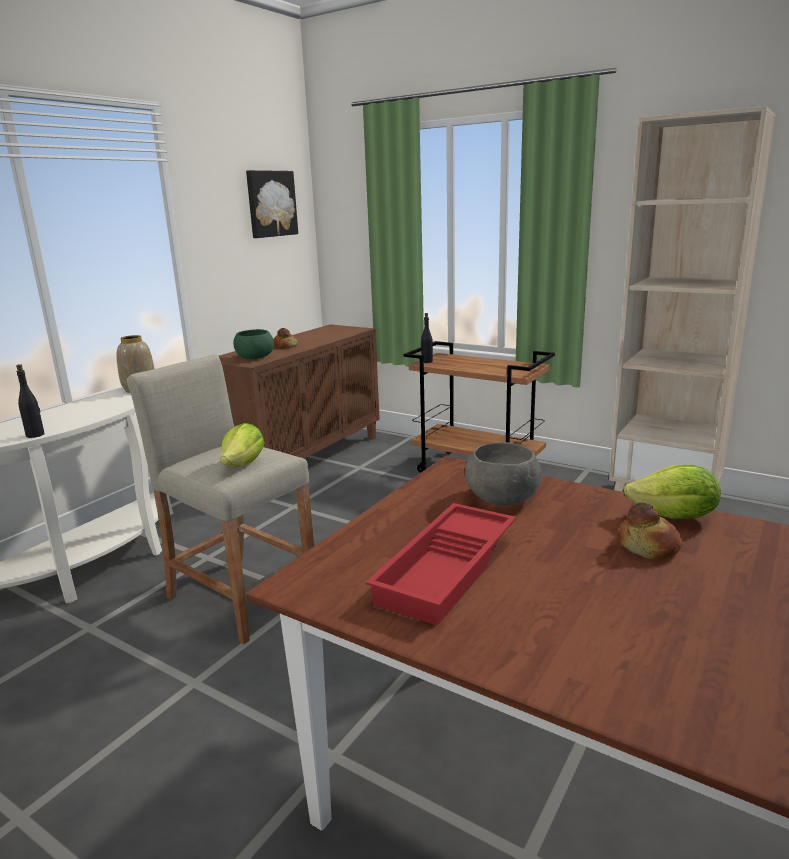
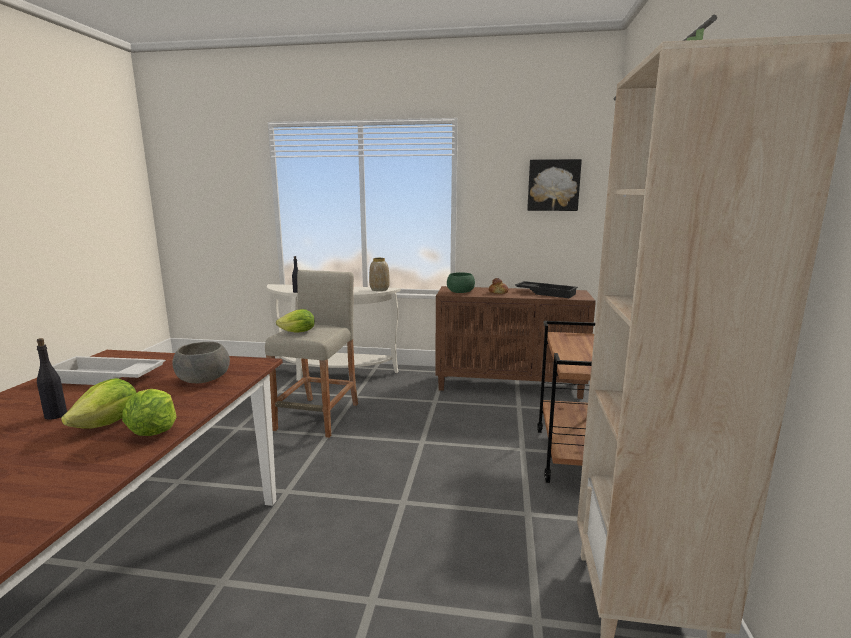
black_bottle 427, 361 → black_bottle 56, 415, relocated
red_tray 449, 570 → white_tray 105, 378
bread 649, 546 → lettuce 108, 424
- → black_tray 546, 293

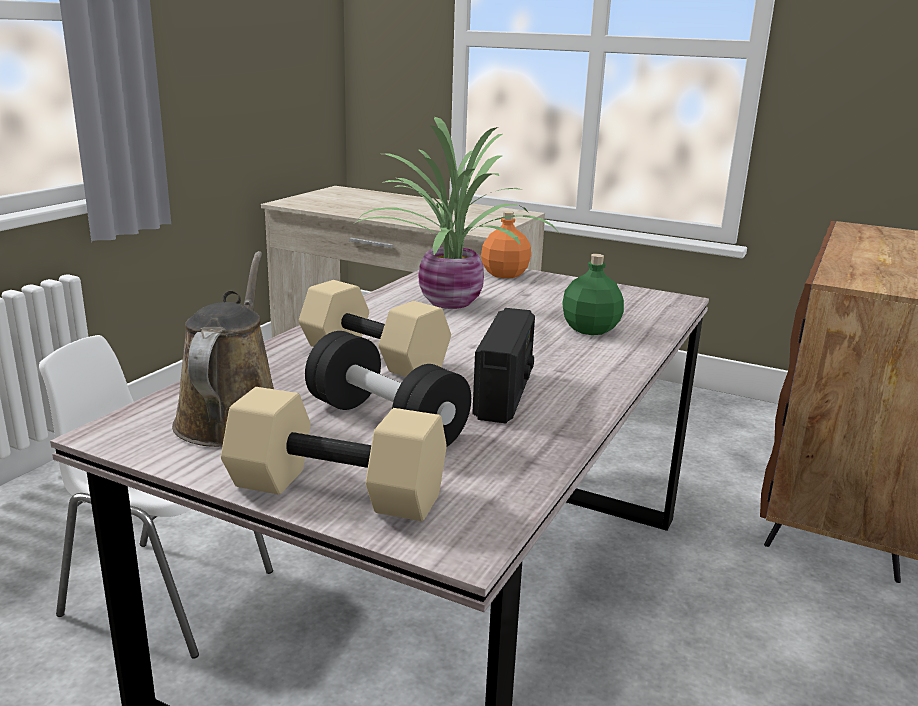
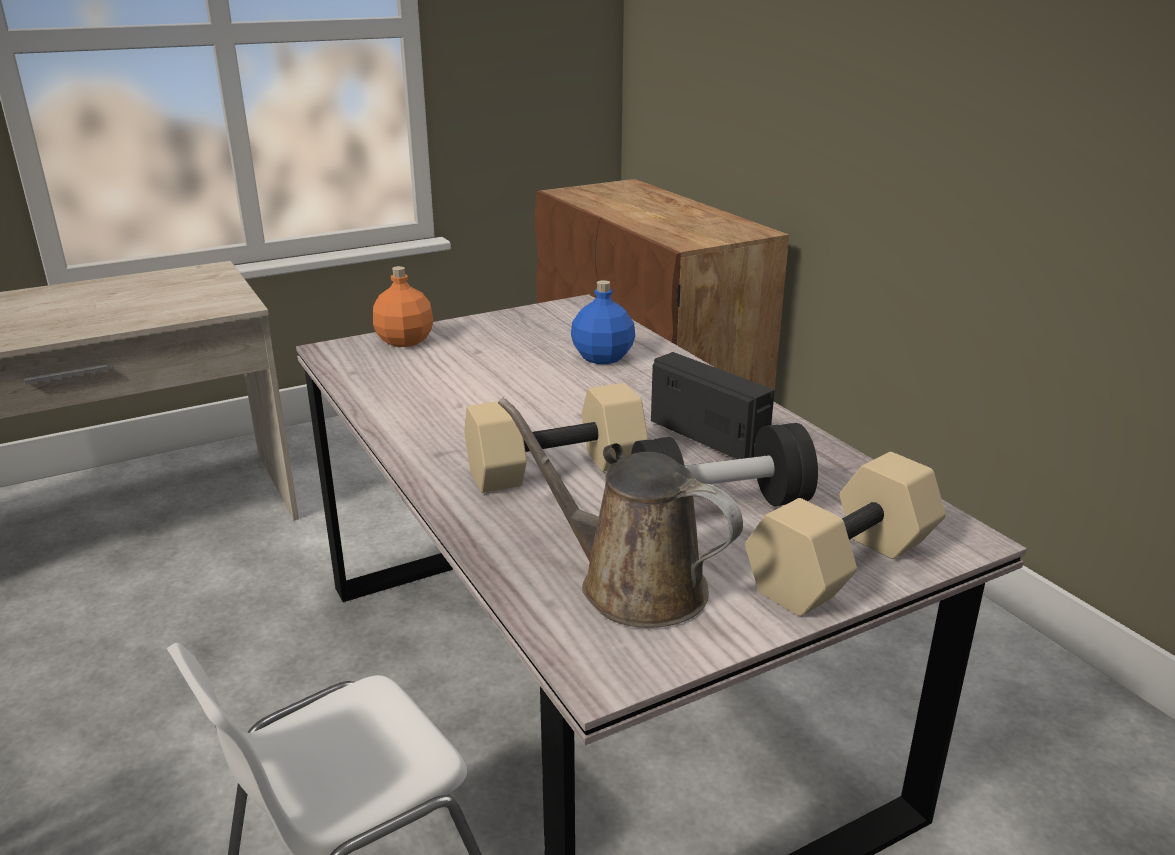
potted_plant 448, 303 → -
green_bottle 589, 329 → blue_bottle 601, 358

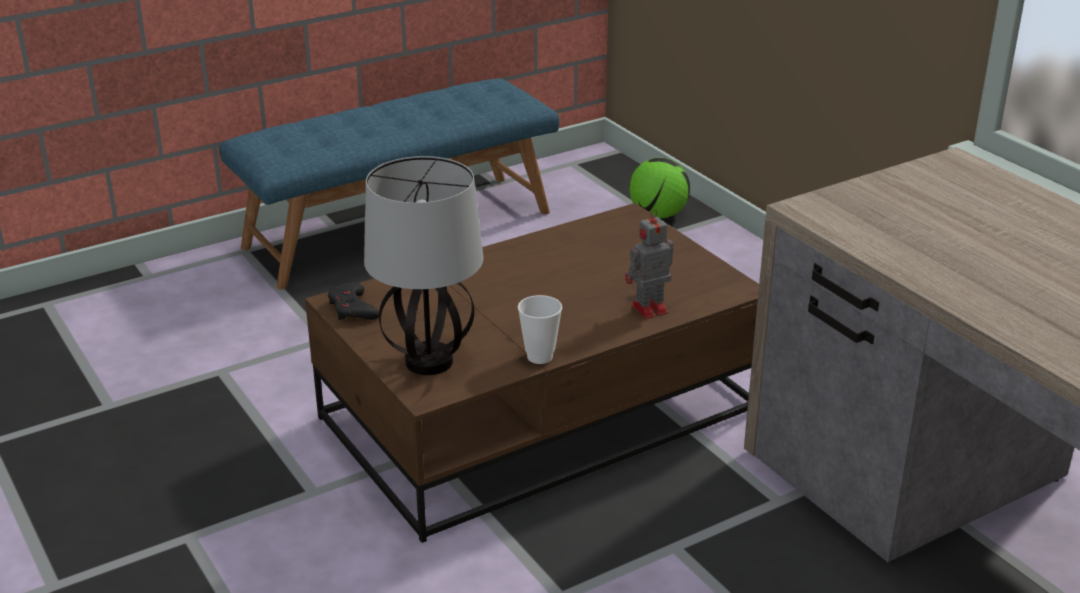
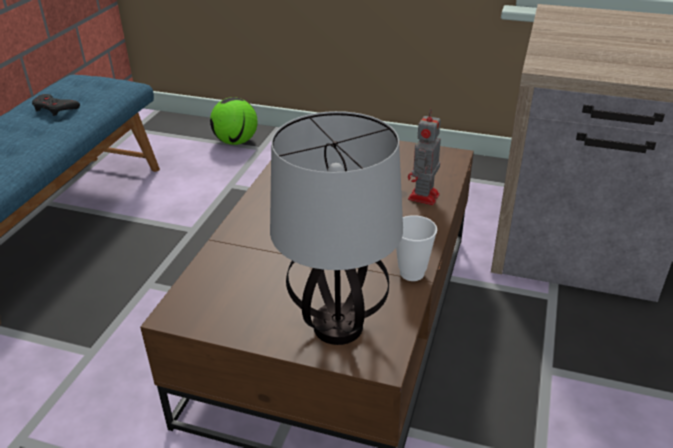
black_game_controller 352, 308 → black_game_controller 55, 108, relocated

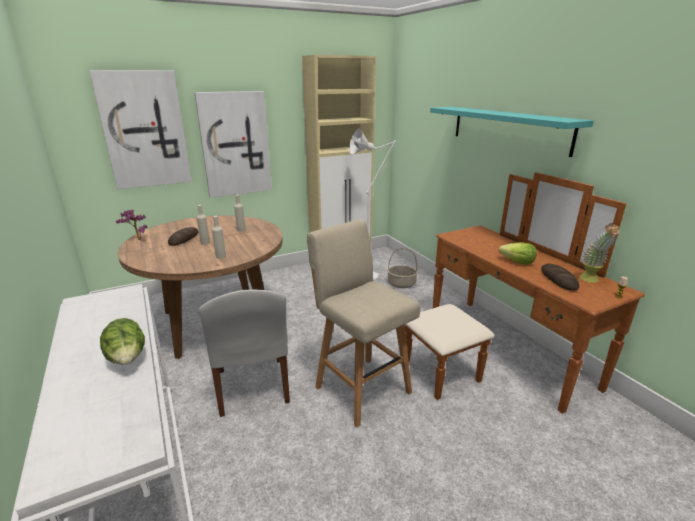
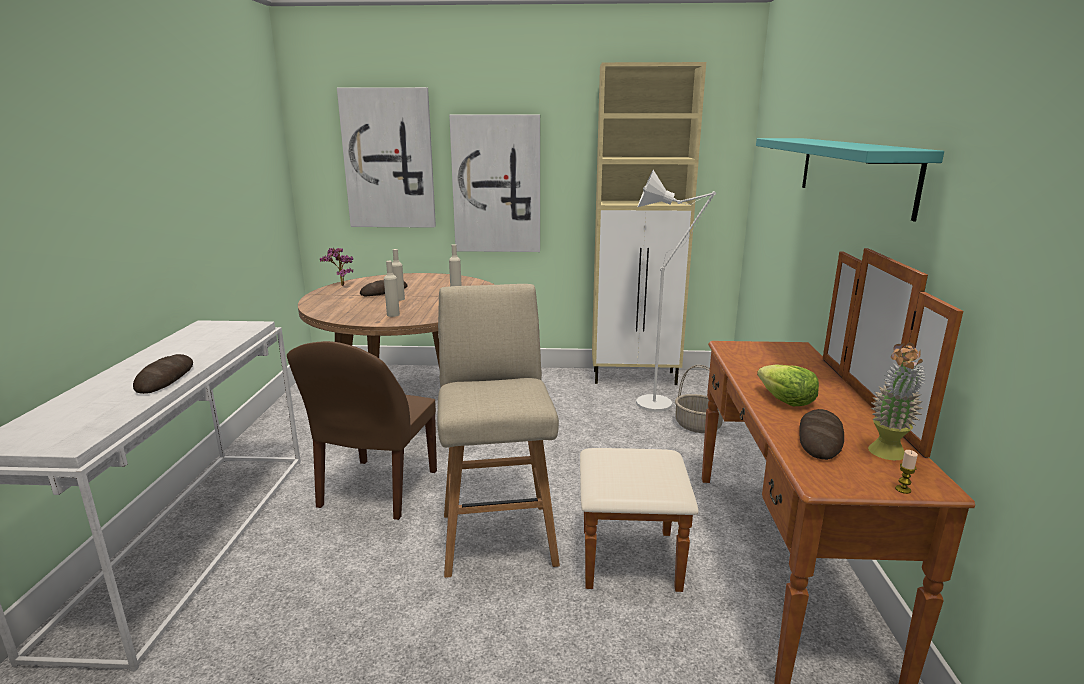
white_chair 252, 388 → brown_chair 377, 490
lettuce 128, 359 → bread 165, 378

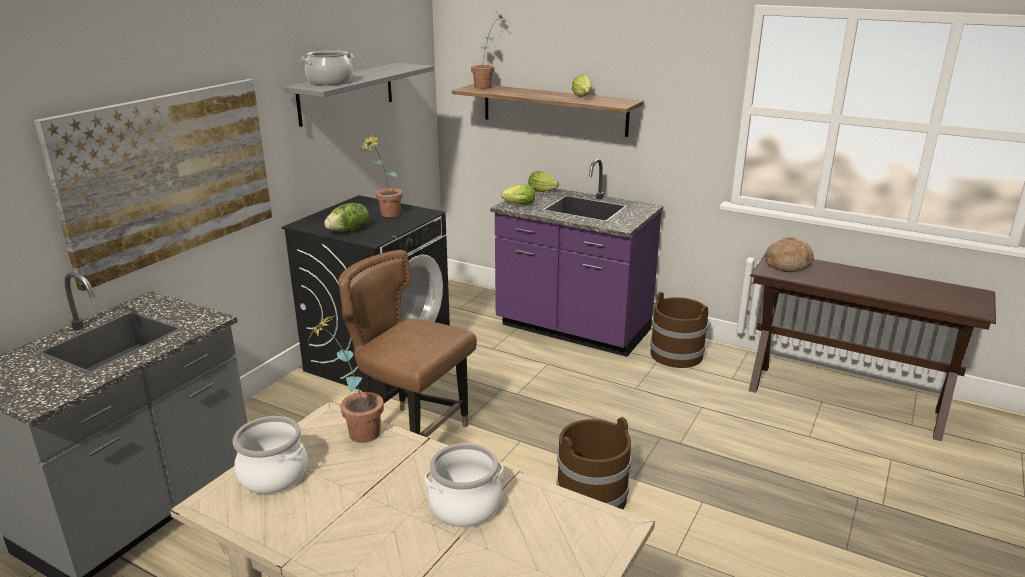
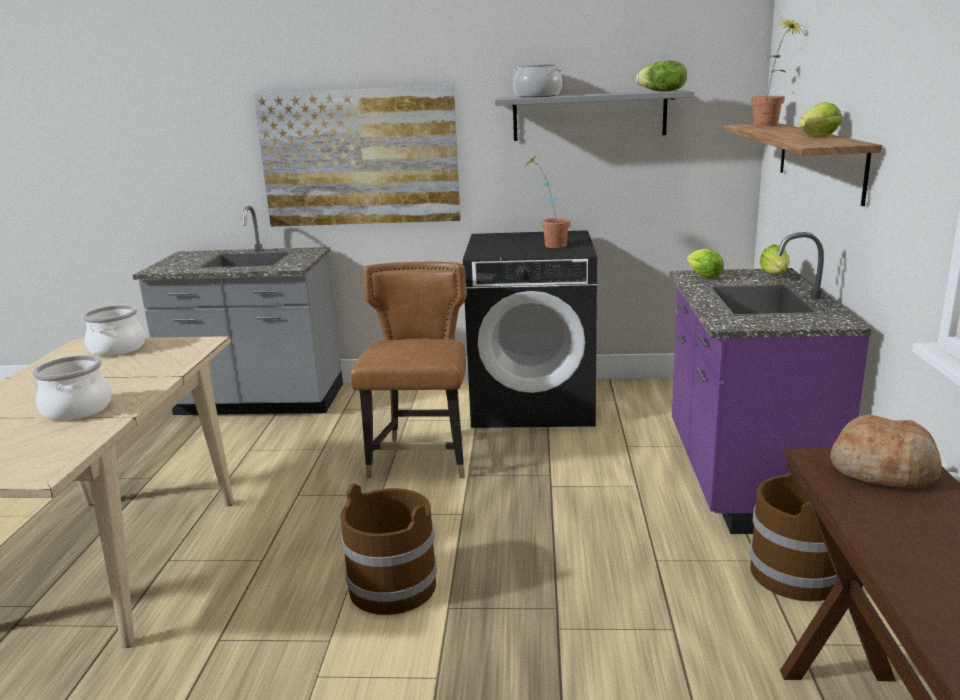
lettuce 349, 230 → lettuce 662, 91, relocated
potted_plant 354, 433 → -

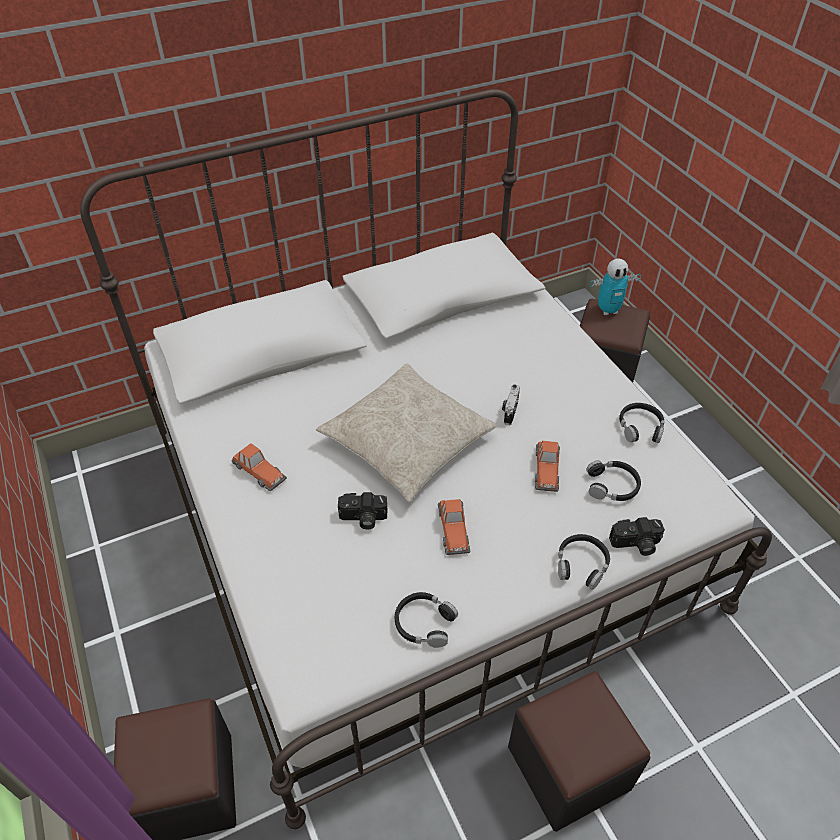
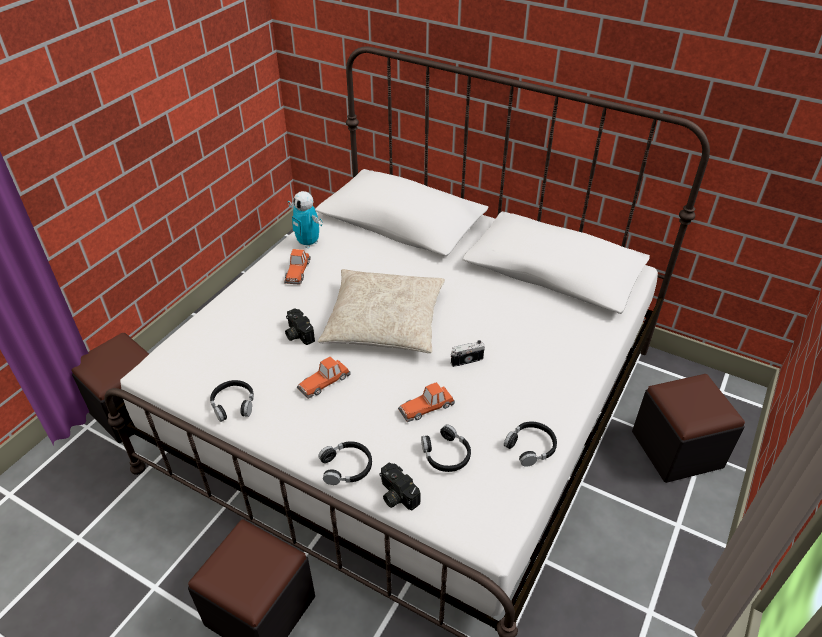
toy_robot 608, 310 → toy_robot 308, 243, relocated

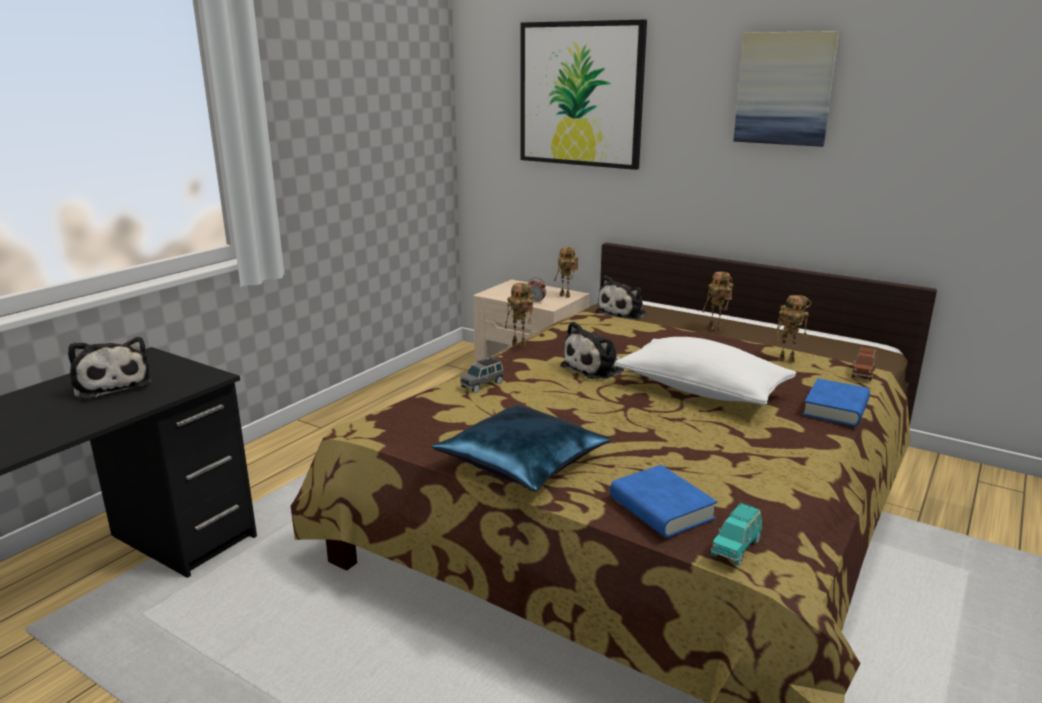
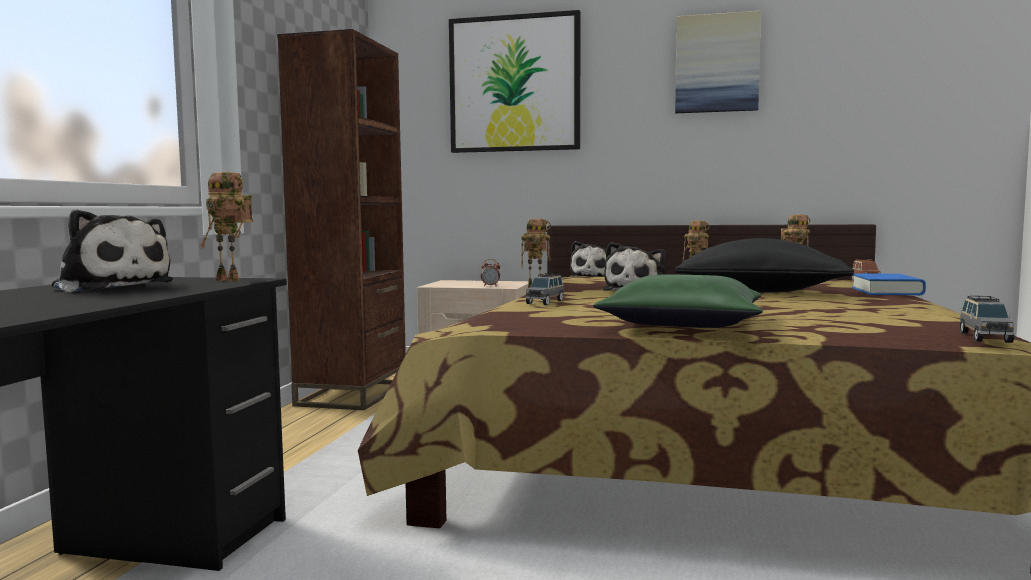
toy_robot 566, 296 → toy_robot 231, 280, relocated
white_pillow 701, 390 → black_pillow 760, 291
blue_pillow 523, 462 → green_pillow 684, 323
blue_book 661, 508 → -
turquoise_toy_car 736, 547 → grey_toy_car 984, 337
- → brown_bookcase 353, 394

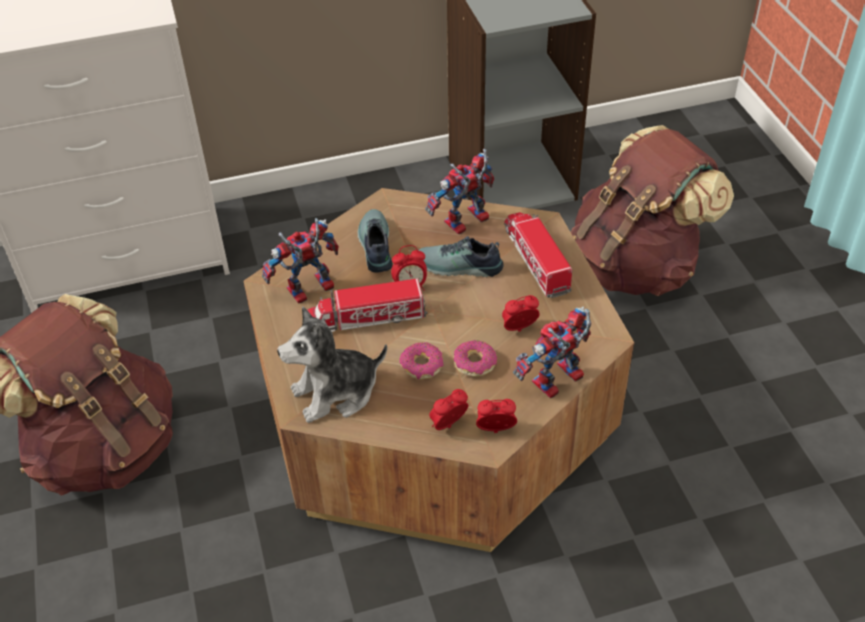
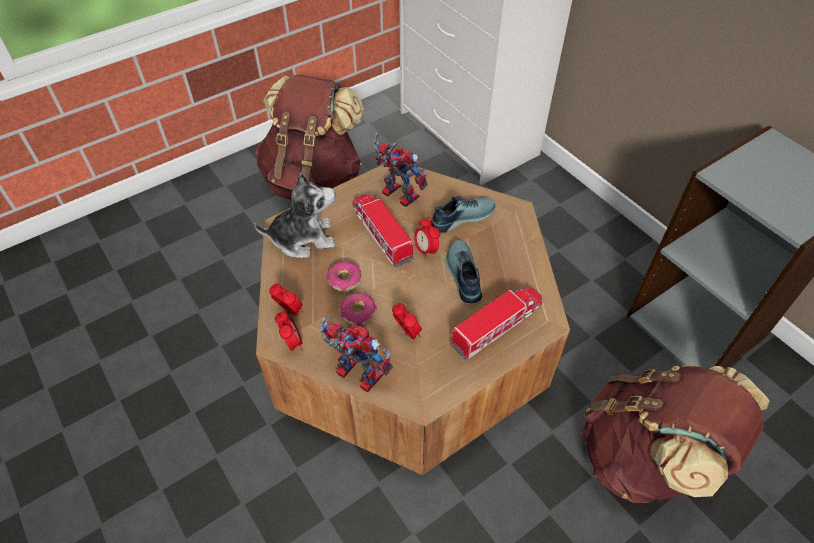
toy_robot 465, 224 → -
plush_toy 336, 393 → plush_toy 303, 238, 120 degrees clockwise

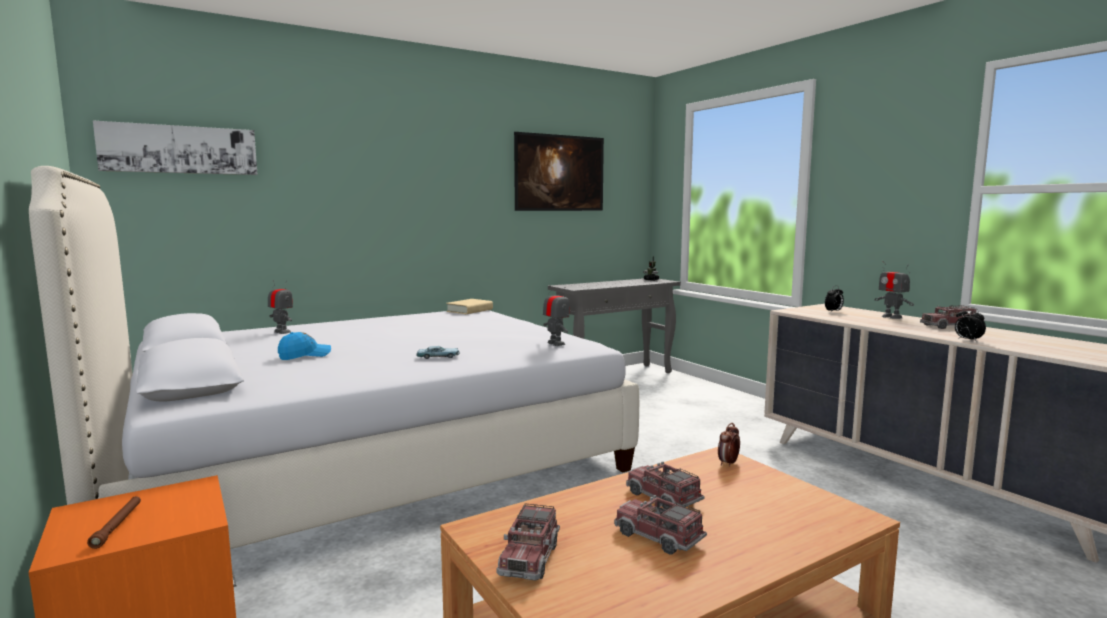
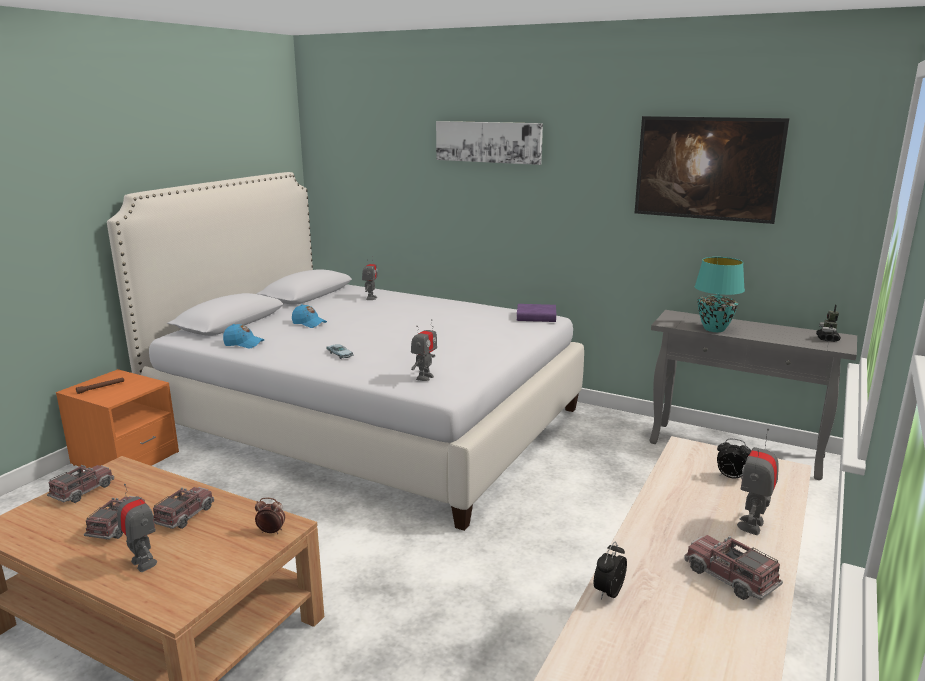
picture 180, 149 → picture 488, 142, relocated
beige_book 469, 310 → purple_book 536, 317
toy_truck 529, 557 → toy_truck 83, 491, 135 degrees clockwise
- → turquoise_table_lamp 714, 329
- → blue_cap 243, 344
- → toy_robot 143, 563

